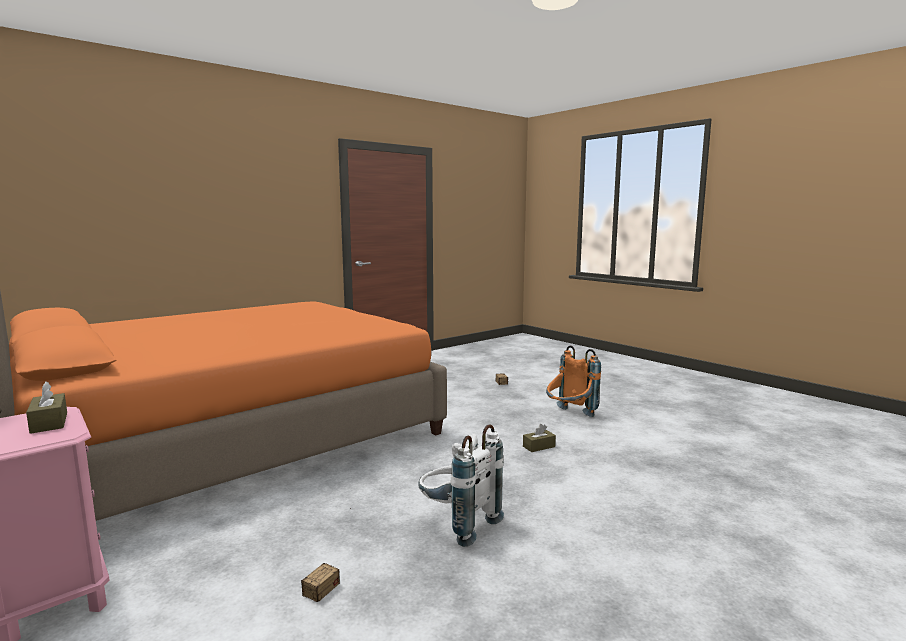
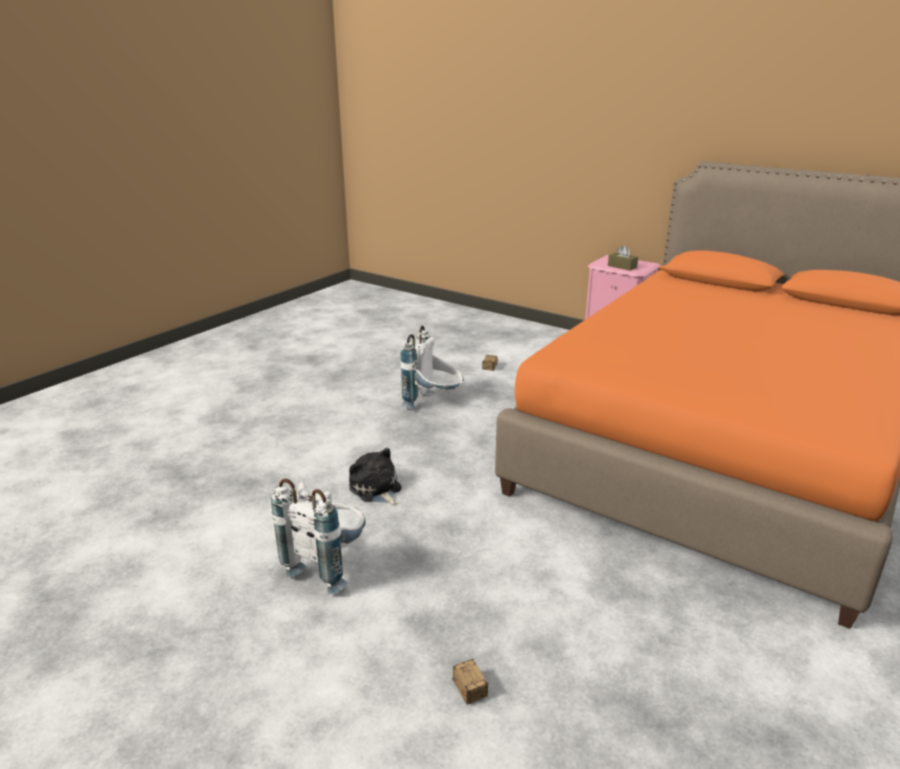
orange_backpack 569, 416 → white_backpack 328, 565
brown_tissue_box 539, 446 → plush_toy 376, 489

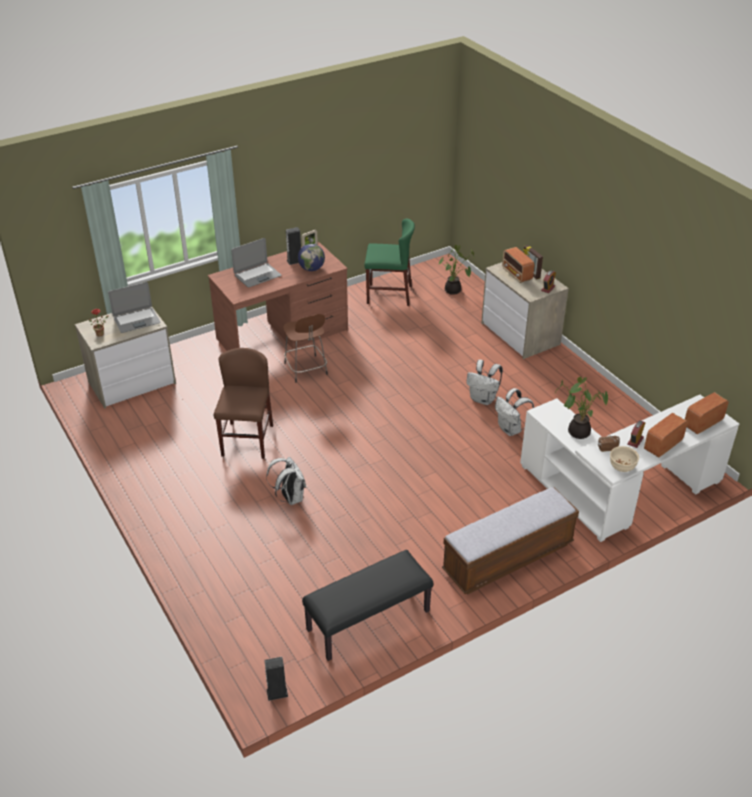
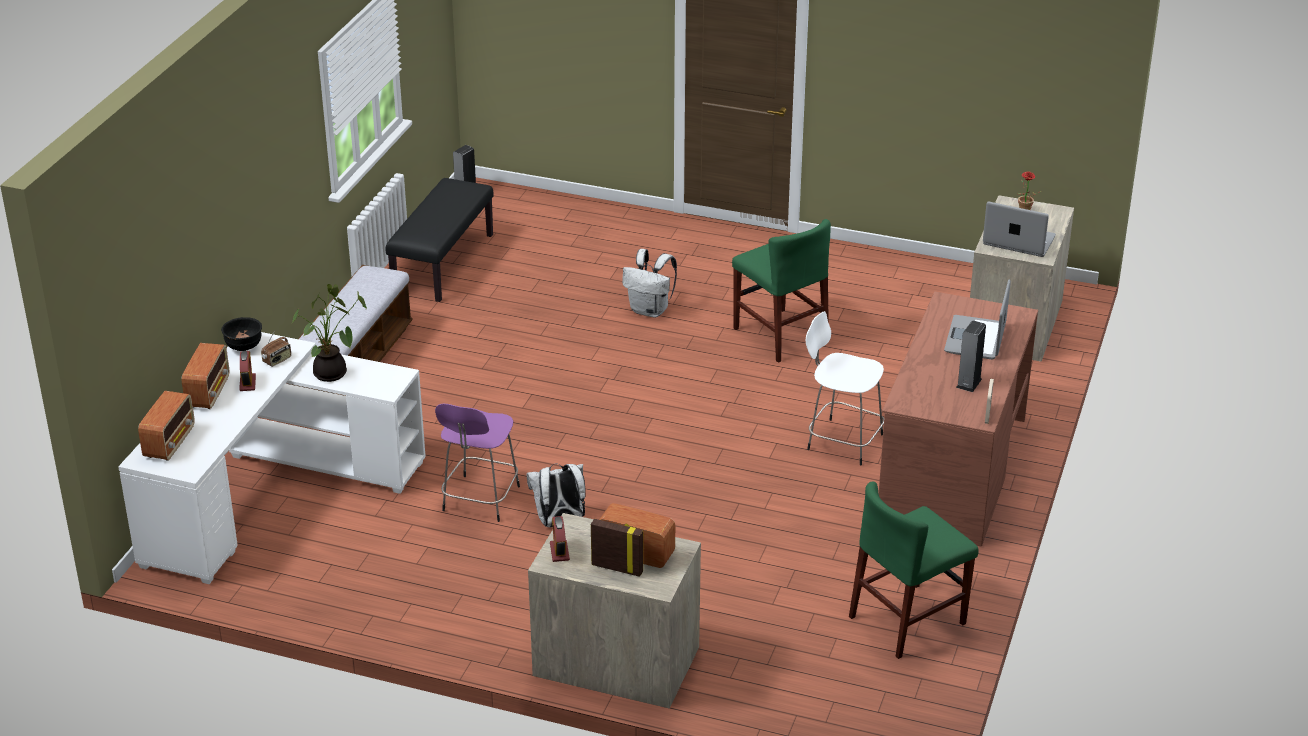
globe 311, 269 → -
potted_plant 454, 291 → -
laptop 136, 320 → laptop 1018, 241, 90 degrees clockwise
brown_stool 306, 370 → white_stool 842, 441
brown_chair 247, 440 → green_chair 780, 335
white_backpack 511, 429 → purple_stool 480, 500
beige_bowl 621, 468 → black_bowl 244, 347

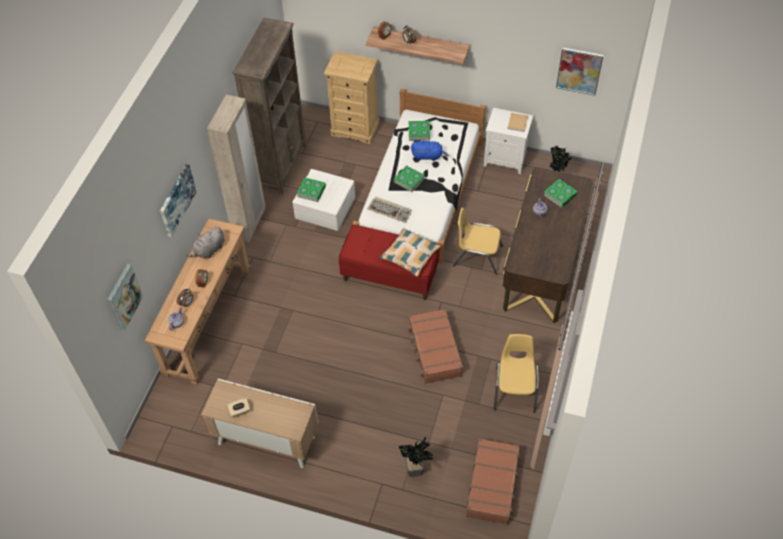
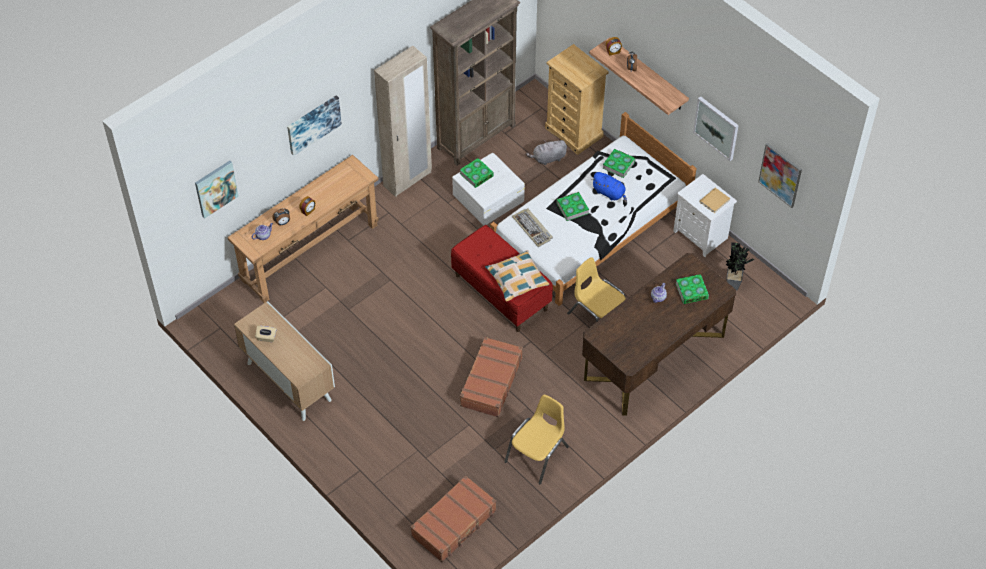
grey_plush_toy 209, 250 → grey_plush_toy 548, 158, relocated
potted_plant 417, 472 → -
- → picture 716, 127

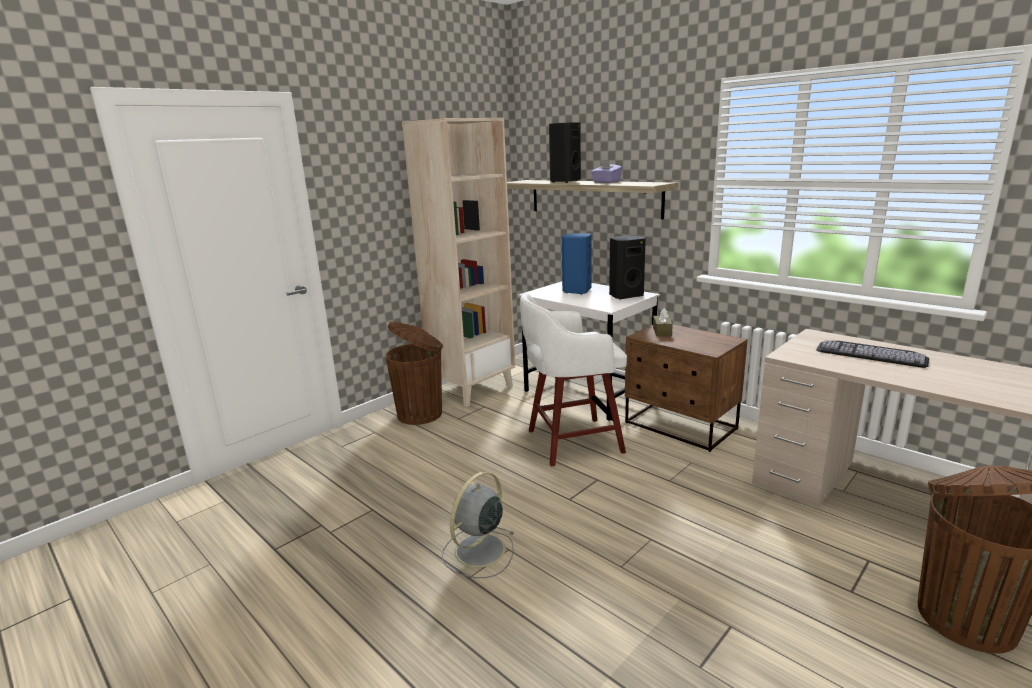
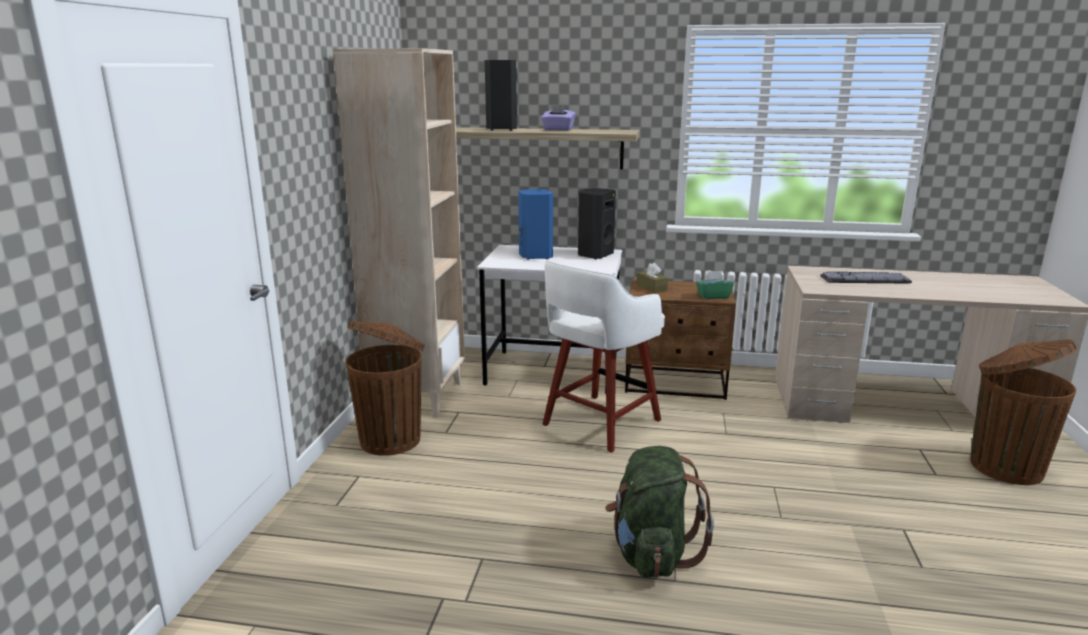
grey_fan 478, 551 → green_backpack 651, 554
- → green_tissue_box 713, 296

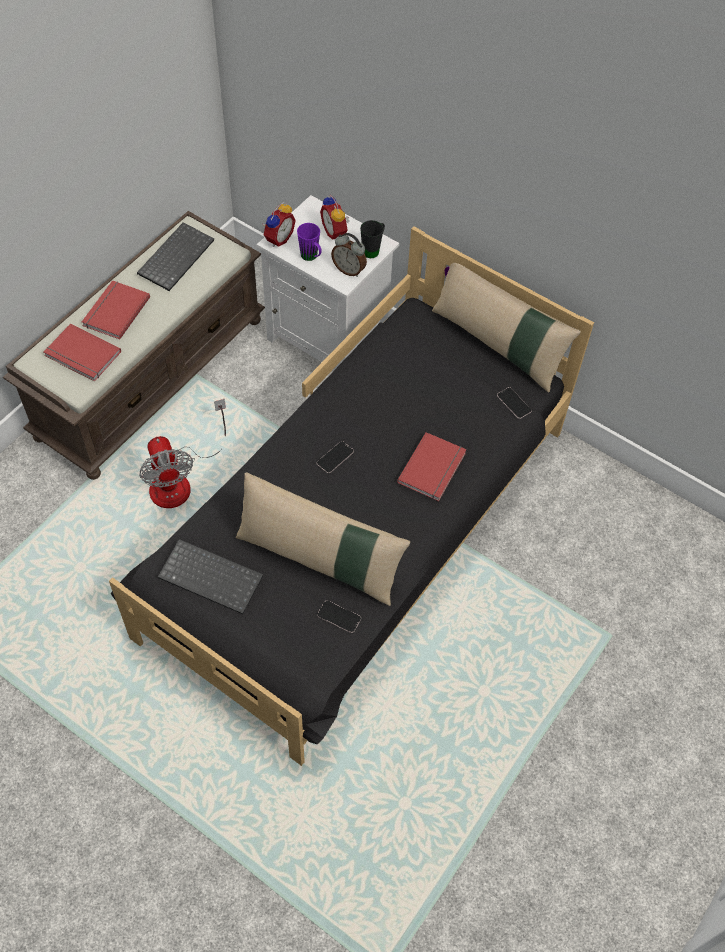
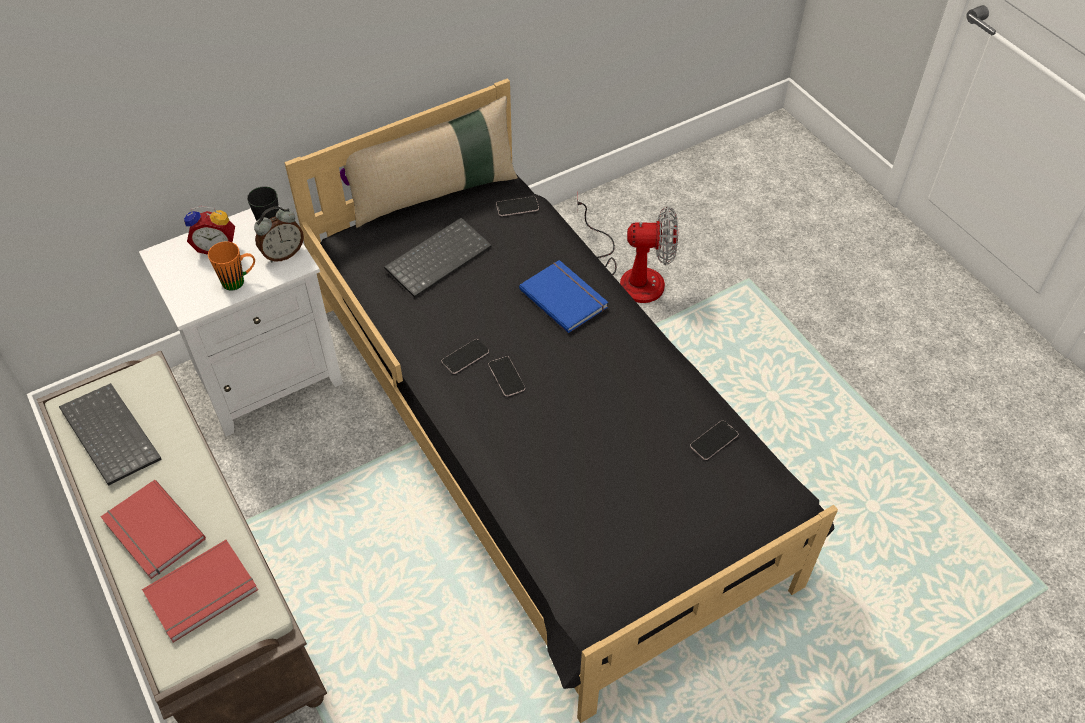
alarm_clock 278, 239 → -
purple_mug 311, 257 → orange_mug 239, 281
fan 180, 480 → fan 631, 275, relocated
red_book 434, 468 → blue_book 565, 297
beige_pillow 319, 560 → -
keyboard 213, 576 → keyboard 438, 257, relocated
- → phone 465, 357

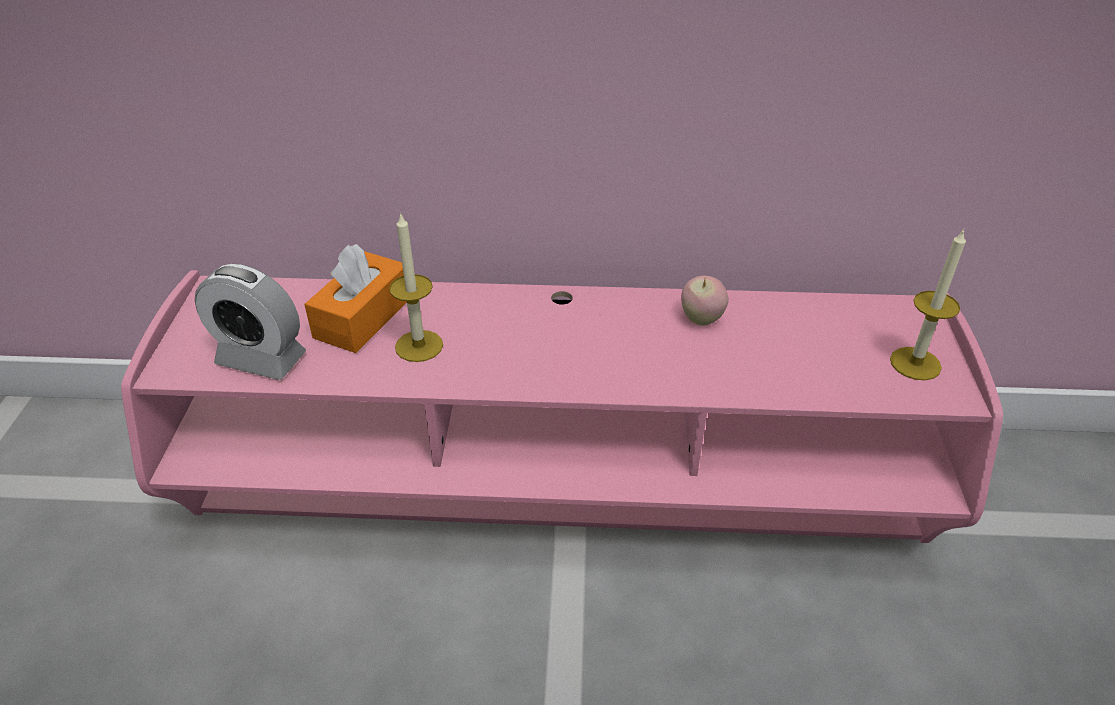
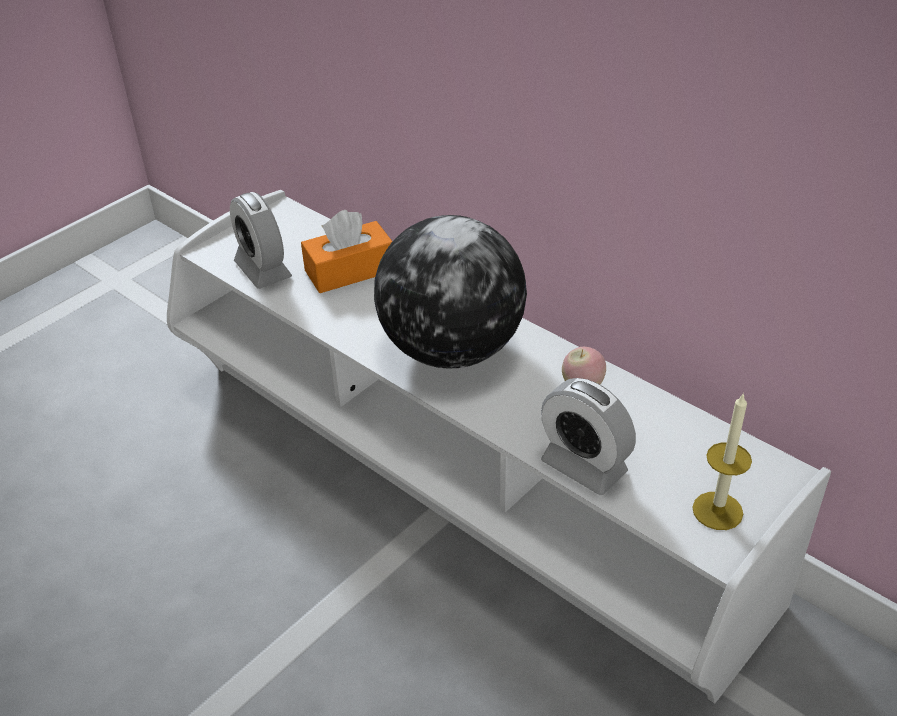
candle 419, 346 → -
pink_tv_stand 559, 493 → white_tv_stand 454, 487
- → globe 452, 349
- → alarm_clock 584, 466

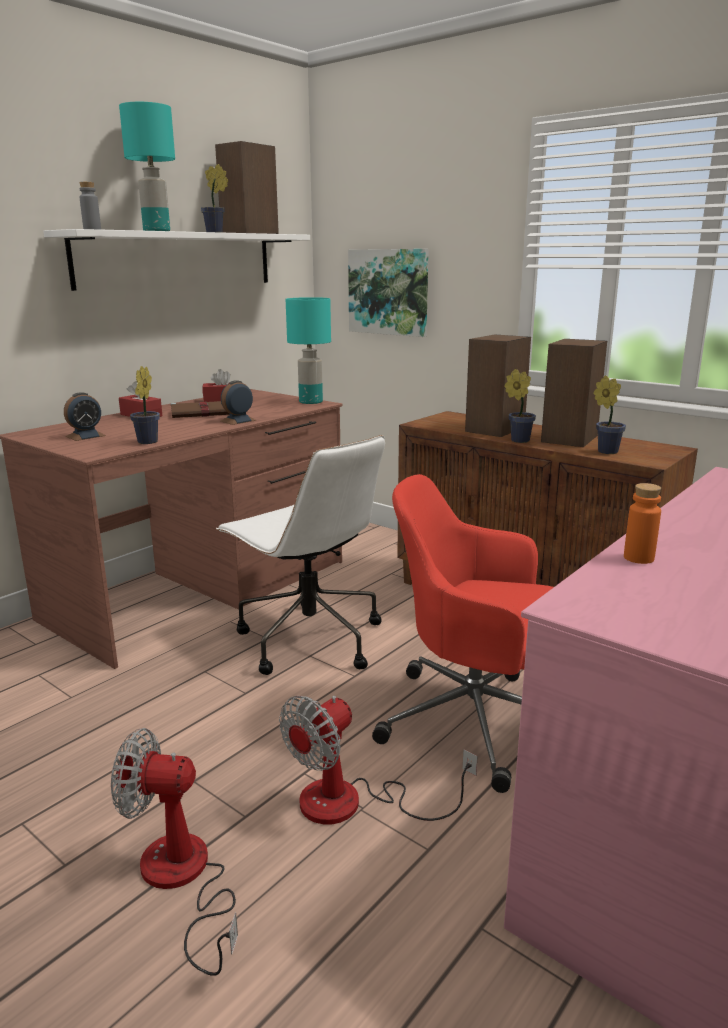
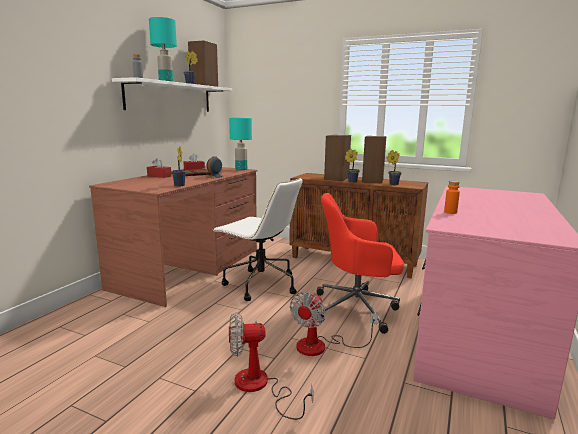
picture 389, 292 → -
alarm_clock 85, 436 → -

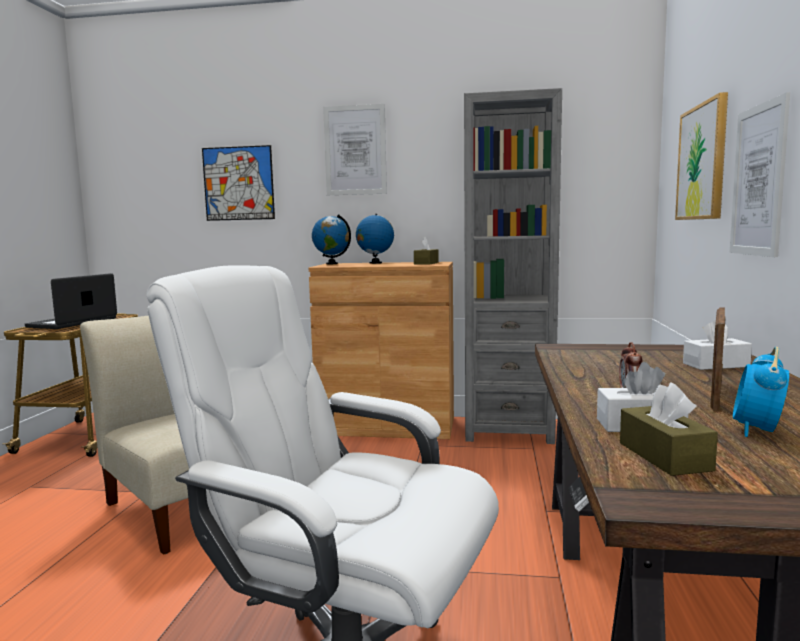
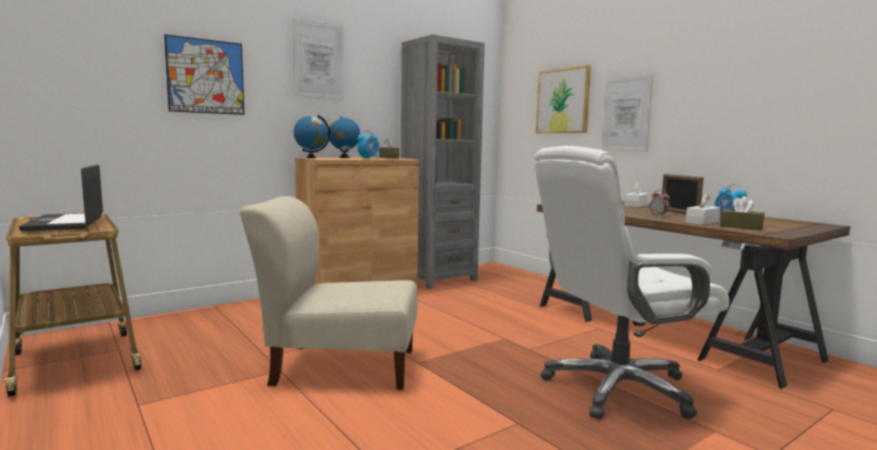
- → alarm_clock 368, 158

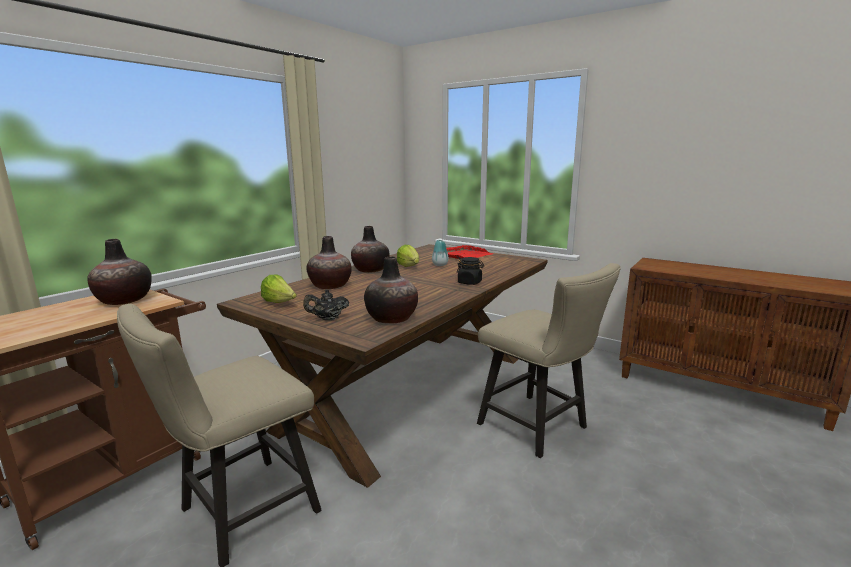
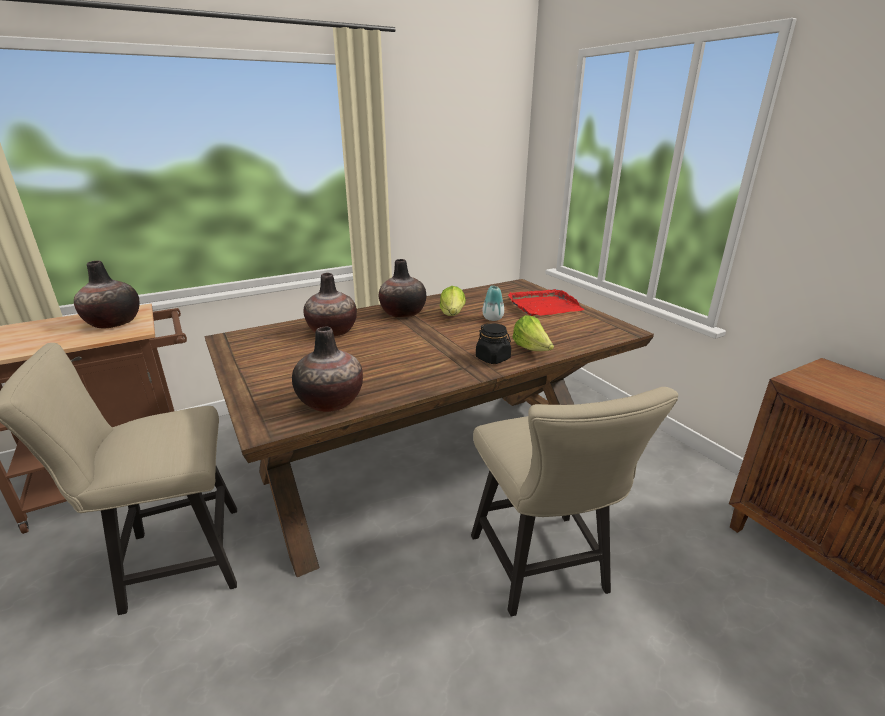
lettuce 280, 303 → lettuce 532, 349, relocated
black_teapot 327, 319 → -

